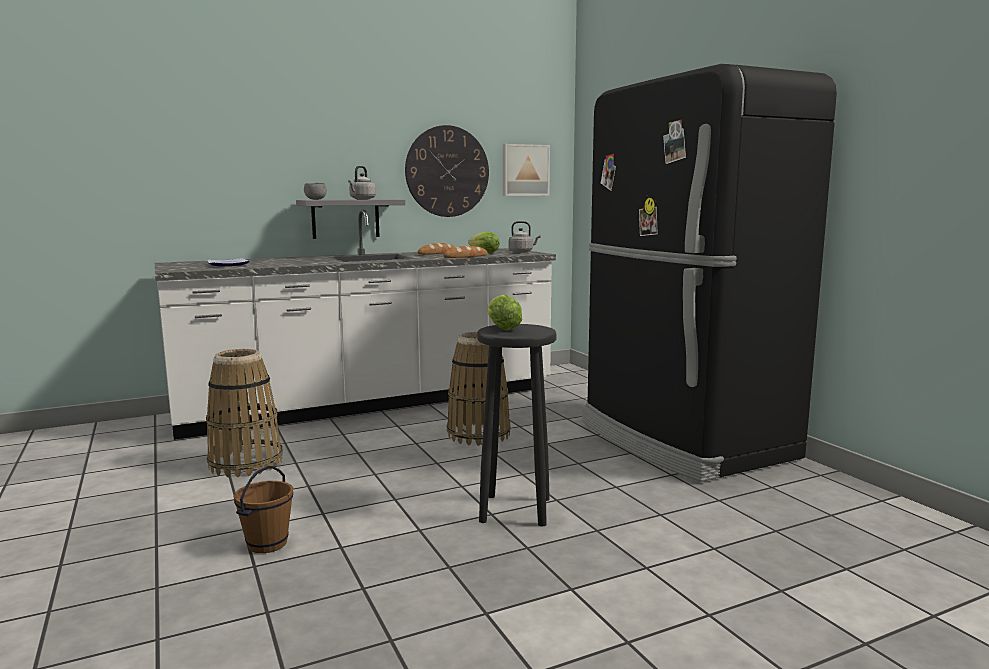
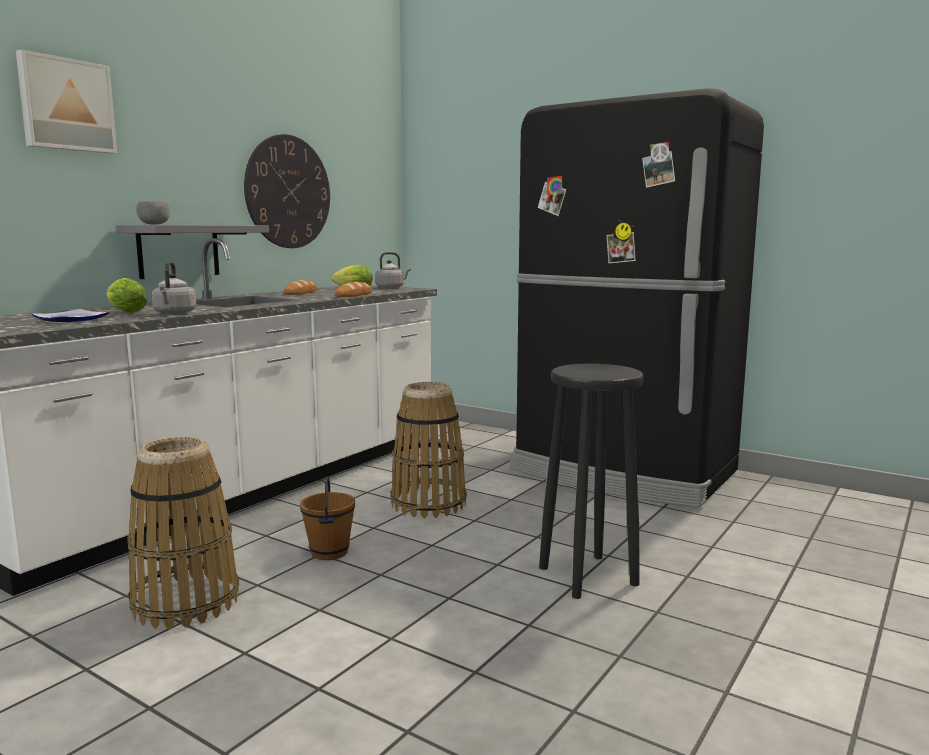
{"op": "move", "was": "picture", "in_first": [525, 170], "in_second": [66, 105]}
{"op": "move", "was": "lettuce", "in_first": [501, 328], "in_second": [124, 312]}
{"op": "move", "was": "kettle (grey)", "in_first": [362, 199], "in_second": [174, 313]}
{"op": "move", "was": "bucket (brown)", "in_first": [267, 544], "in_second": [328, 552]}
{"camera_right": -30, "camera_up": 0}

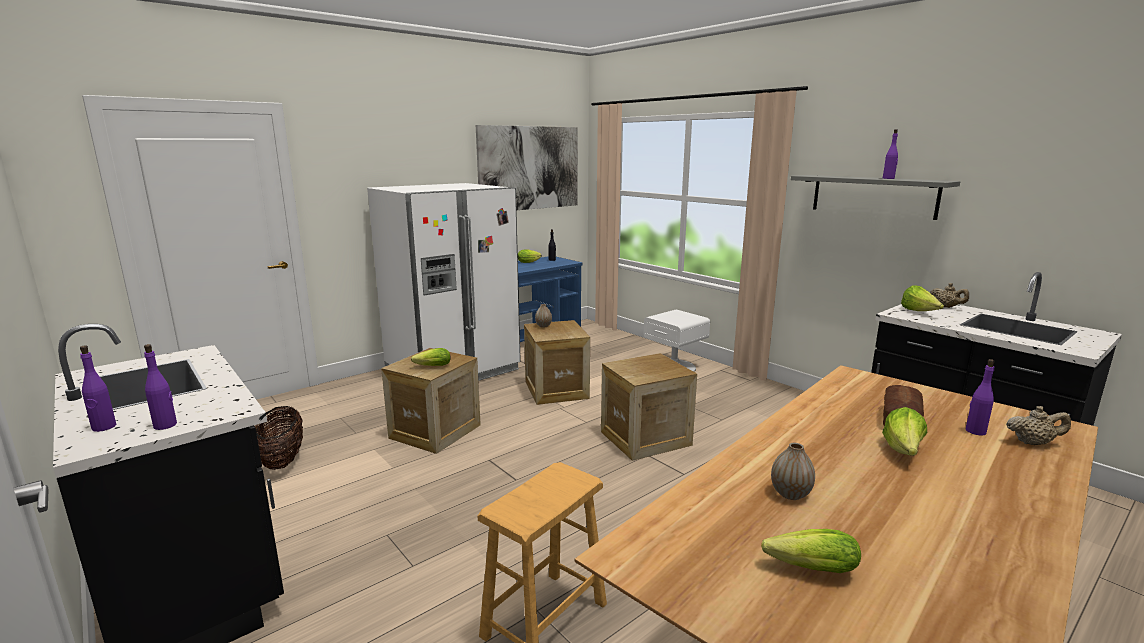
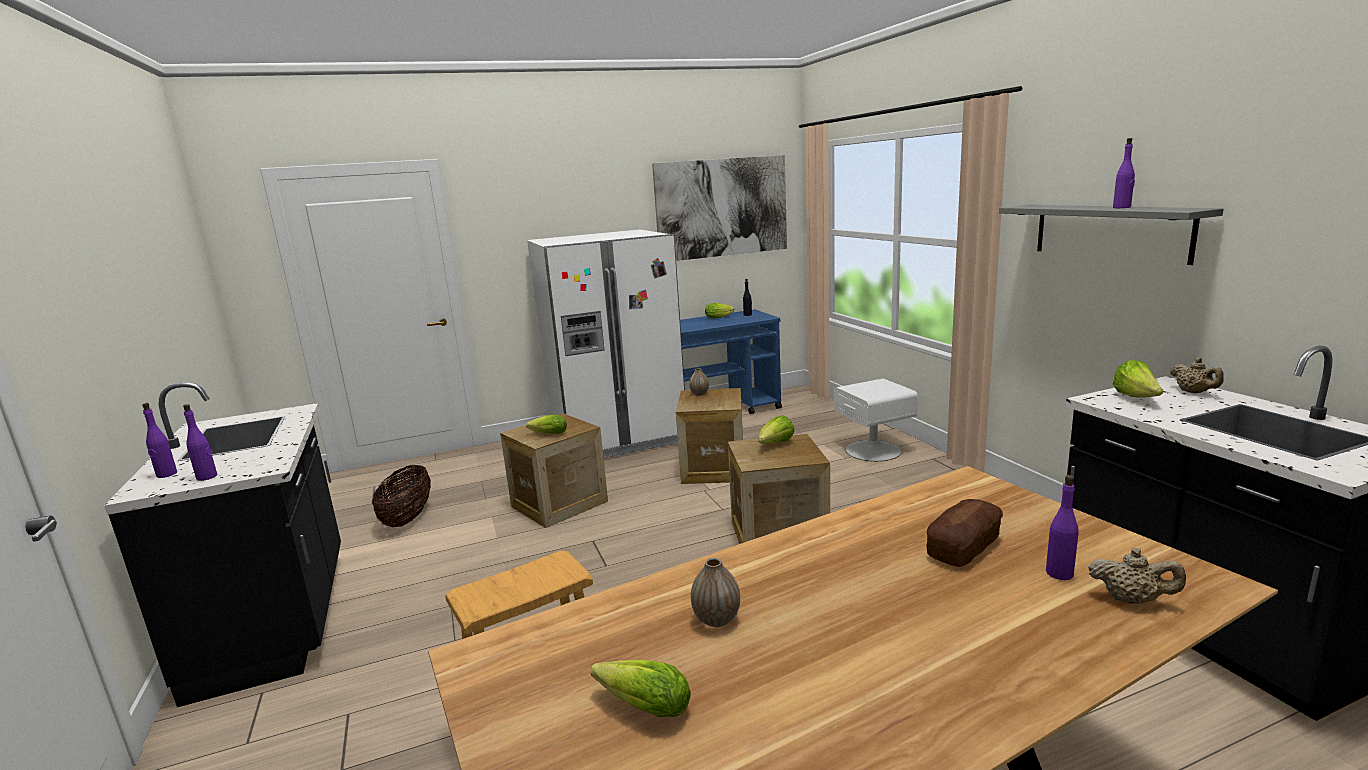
{"op": "move", "was": "lettuce", "in_first": [902, 451], "in_second": [775, 444]}
{"camera_right": 20, "camera_up": 0}

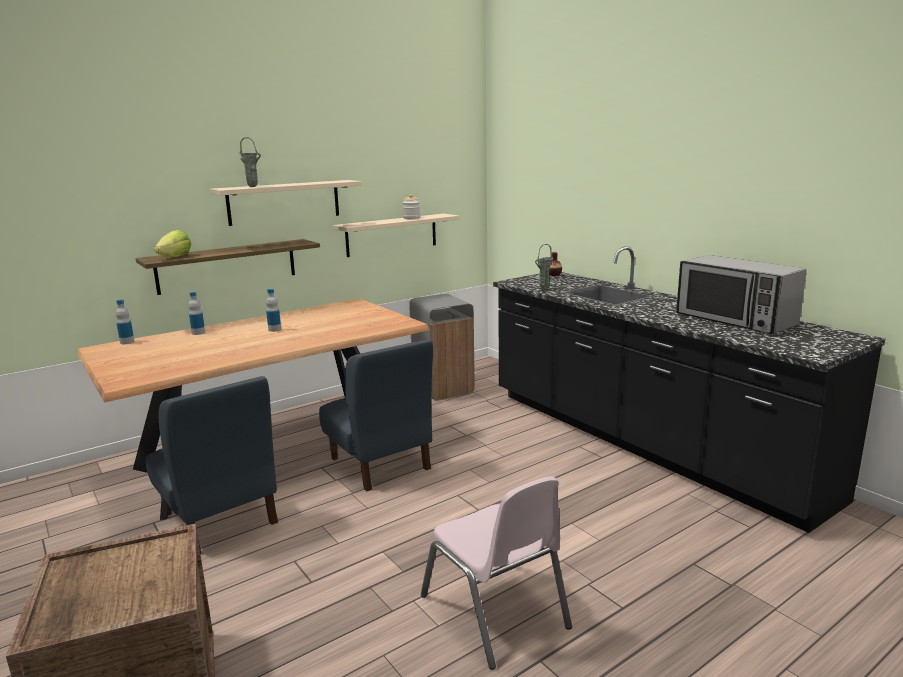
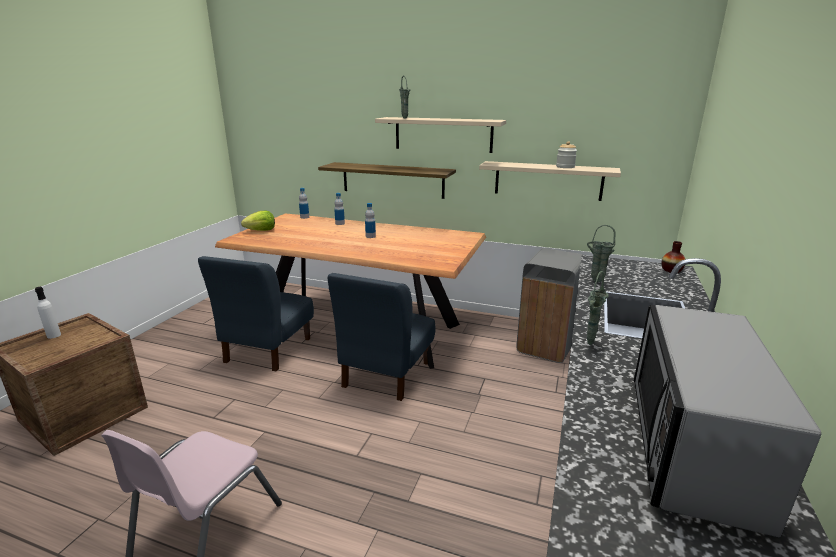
{"op": "insert", "now": "bottle (white)", "in_second": [54, 335]}
{"op": "move", "was": "lettuce", "in_first": [175, 257], "in_second": [261, 231]}
{"op": "insert", "now": "vase (green)", "in_second": [590, 344]}
{"camera_right": 55, "camera_up": 5}

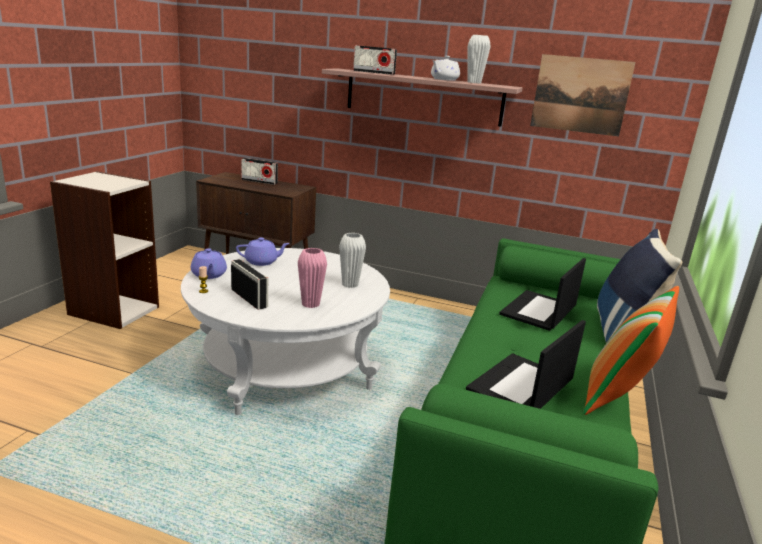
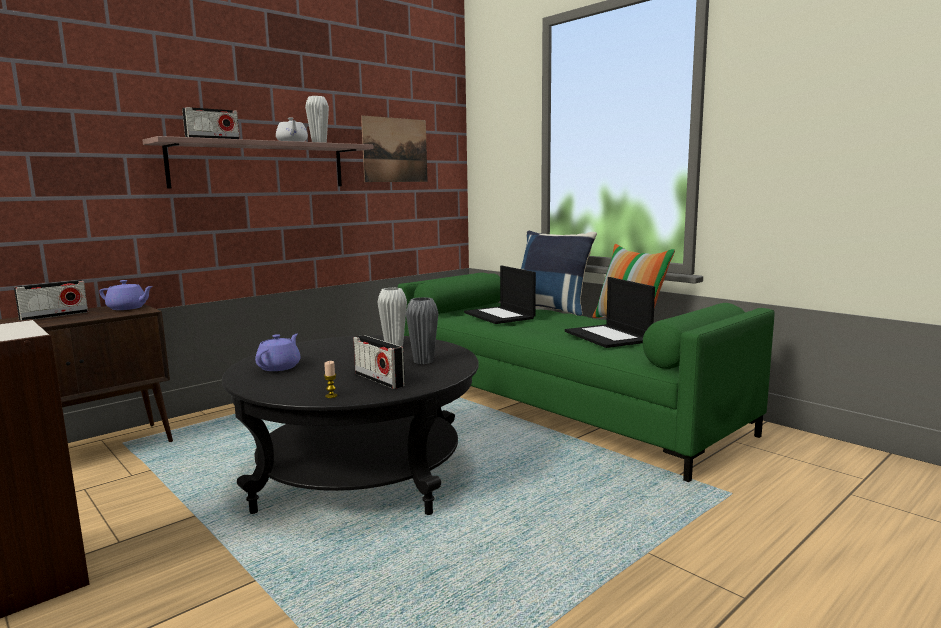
{"op": "move", "was": "teapot (purple)", "in_first": [209, 275], "in_second": [128, 308]}
{"op": "recolor", "was": "coffee table (white)", "now": "coffee table (black)", "in_first": [286, 367], "in_second": [361, 473]}
{"op": "rotate", "was": "radio", "in_first": [249, 298], "in_second": [379, 380], "clockwise": -120}
{"op": "recolor", "was": "vase (pink)", "now": "vase (grey)", "in_first": [310, 304], "in_second": [423, 361]}
{"camera_right": -60, "camera_up": -10}

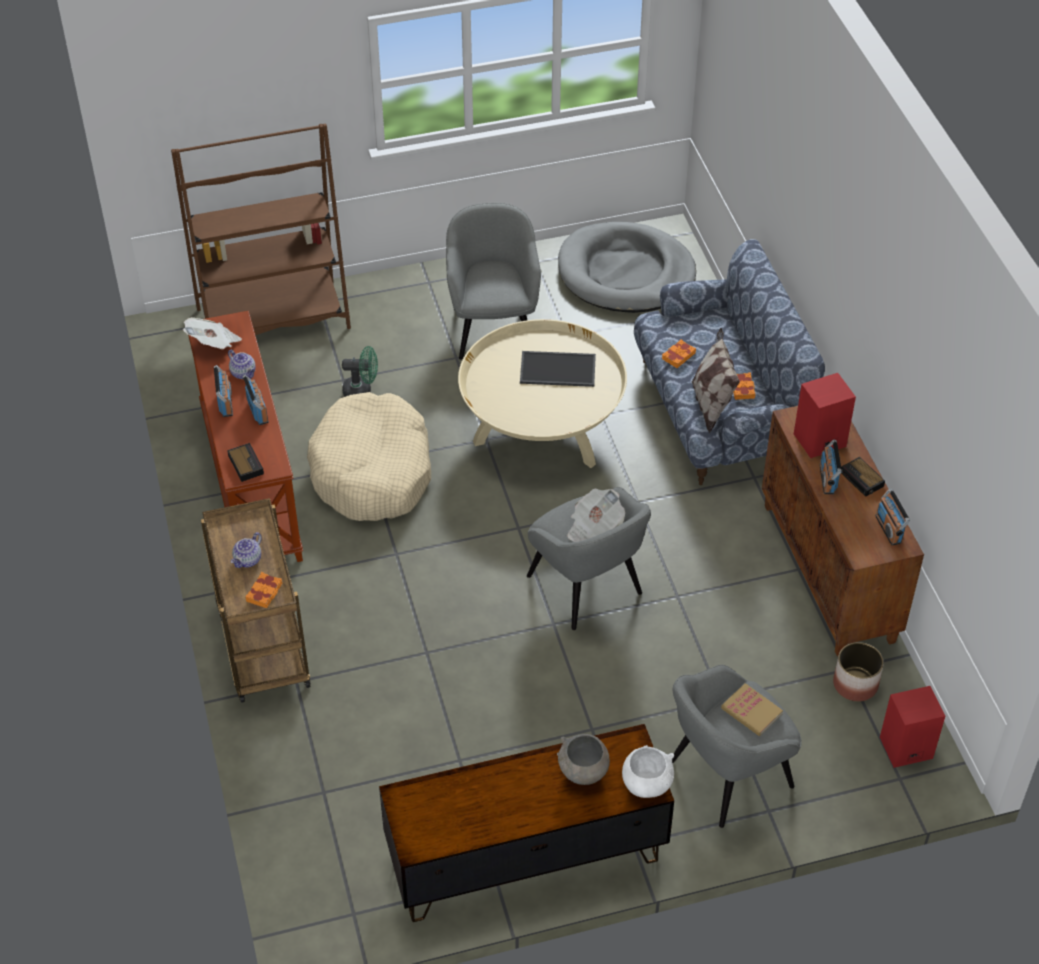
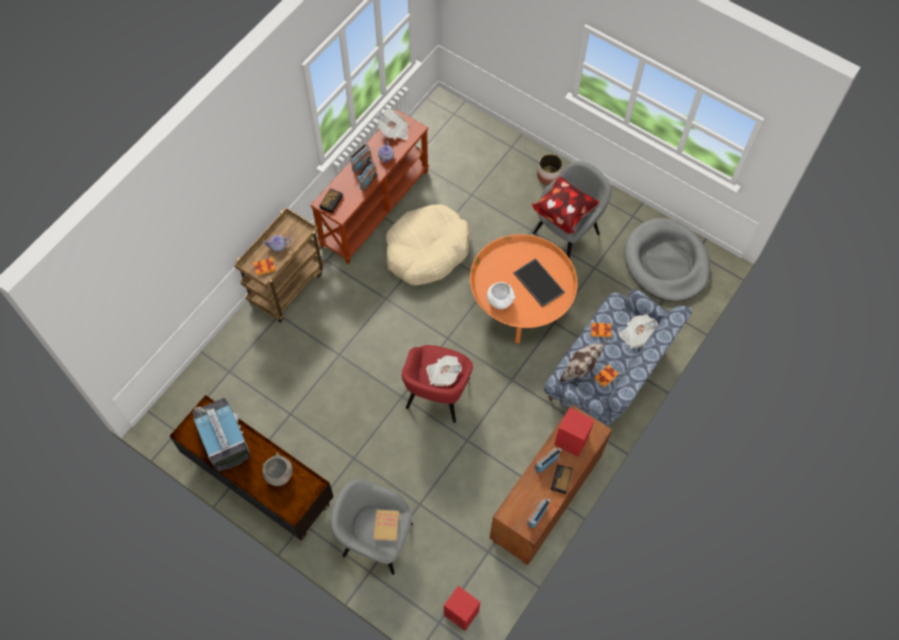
{"op": "insert", "now": "television", "in_second": [224, 438]}
{"op": "recolor", "was": "armchair (grey)", "now": "armchair (red)", "in_first": [586, 586], "in_second": [437, 394]}
{"op": "recolor", "was": "coffee table (beige)", "now": "coffee table (orange)", "in_first": [542, 429], "in_second": [520, 303]}
{"op": "move", "was": "bowl (white)", "in_first": [646, 785], "in_second": [500, 301]}
{"op": "insert", "now": "pillow", "in_second": [563, 212]}
{"op": "move", "was": "planter", "in_first": [855, 684], "in_second": [549, 175]}
{"op": "insert", "now": "newspaper", "in_second": [636, 335]}
{"op": "delete", "was": "bookcase (brown)", "in_first": [273, 319]}
{"op": "delete", "was": "fan (green)", "in_first": [362, 390]}
{"camera_right": 50, "camera_up": 15}

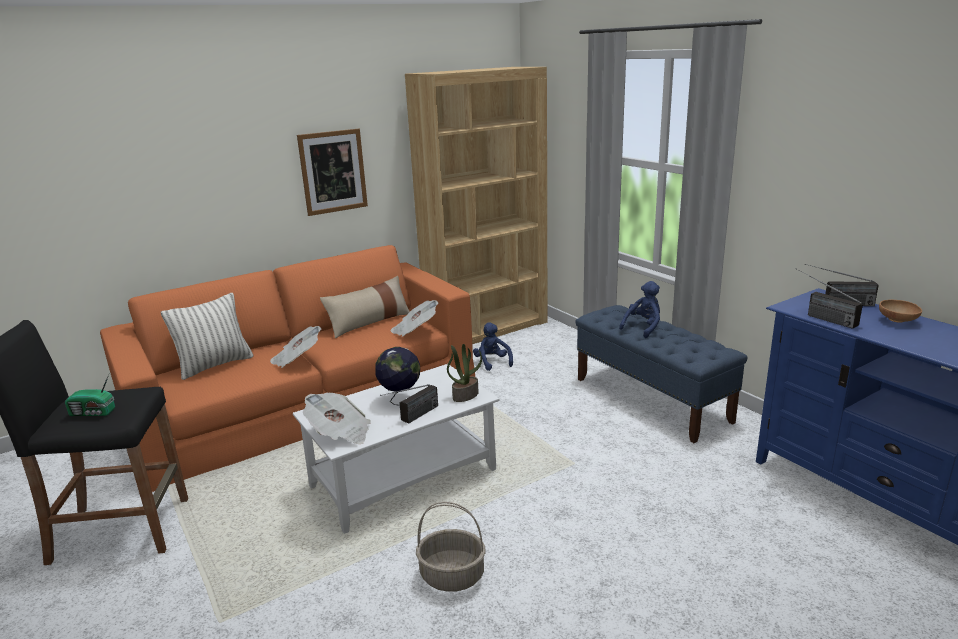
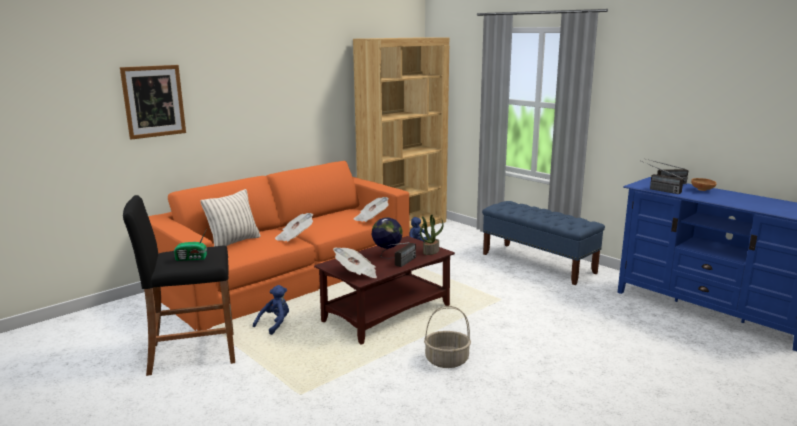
{"op": "move", "was": "picture", "in_first": [333, 171], "in_second": [153, 101]}
{"op": "move", "was": "plush toy (blue)", "in_first": [643, 327], "in_second": [275, 324]}
{"op": "recolor", "was": "coffee table (white)", "now": "coffee table (brown)", "in_first": [404, 477], "in_second": [387, 312]}
{"op": "delete", "was": "pillow (beige)", "in_first": [369, 323]}
{"camera_right": -10, "camera_up": -5}

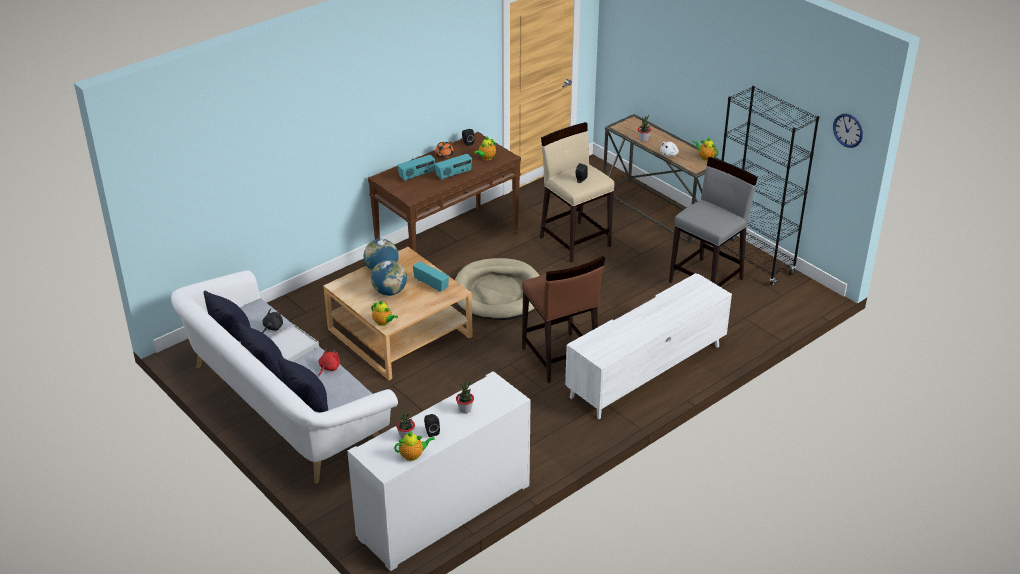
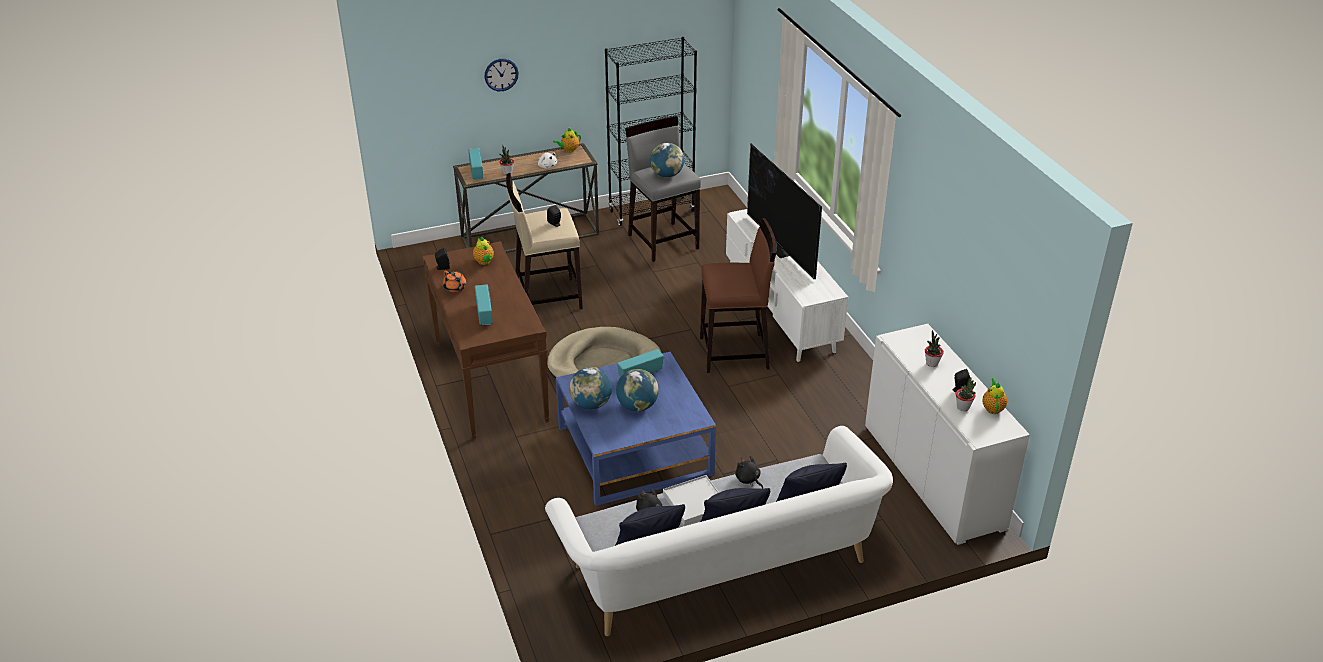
{"op": "move", "was": "radio", "in_first": [454, 175], "in_second": [477, 172]}
{"op": "move", "was": "wall clock", "in_first": [848, 130], "in_second": [501, 74]}
{"op": "recolor", "was": "coffee table (beige)", "now": "coffee table (blue)", "in_first": [399, 333], "in_second": [634, 450]}
{"op": "insert", "now": "globe", "in_second": [667, 175]}
{"op": "recolor", "was": "plush toy (red)", "now": "plush toy (black)", "in_first": [328, 368], "in_second": [748, 480]}
{"op": "insert", "now": "television", "in_second": [780, 247]}
{"op": "delete", "was": "teapot", "in_first": [383, 322]}
{"camera_right": -70, "camera_up": 0}

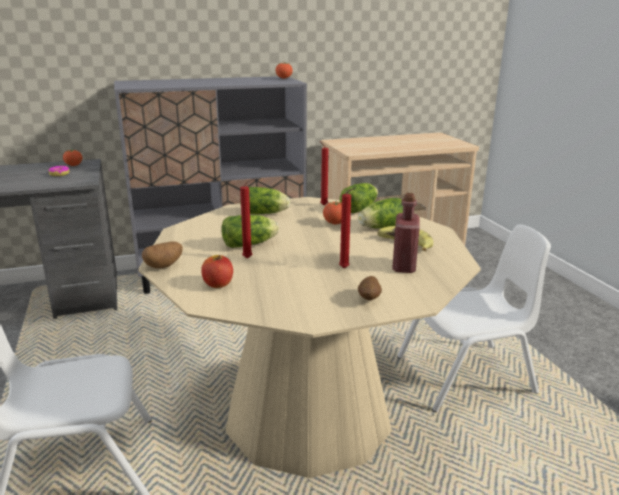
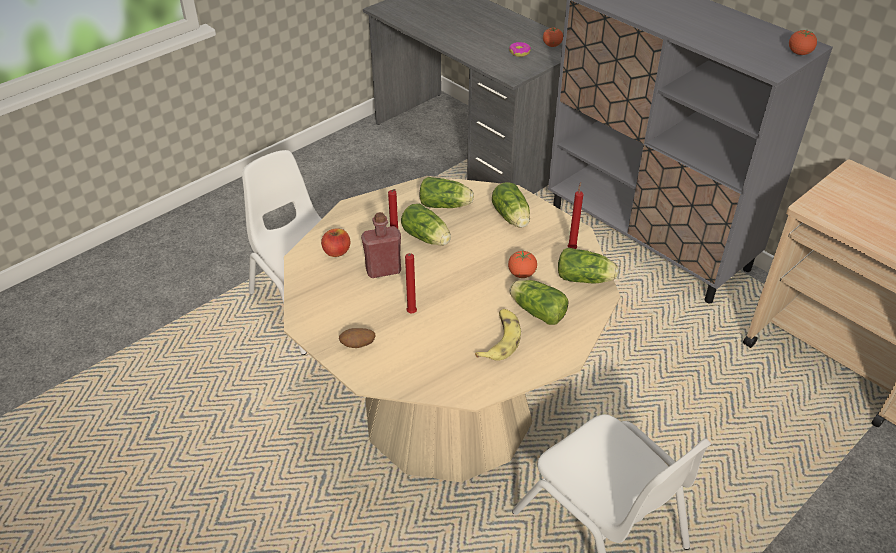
{"op": "move", "was": "bottle (red)", "in_first": [404, 266], "in_second": [383, 270]}
{"op": "insert", "now": "lettuce", "in_second": [446, 205]}
{"op": "delete", "was": "potato", "in_first": [164, 266]}
{"camera_right": 65, "camera_up": 20}

